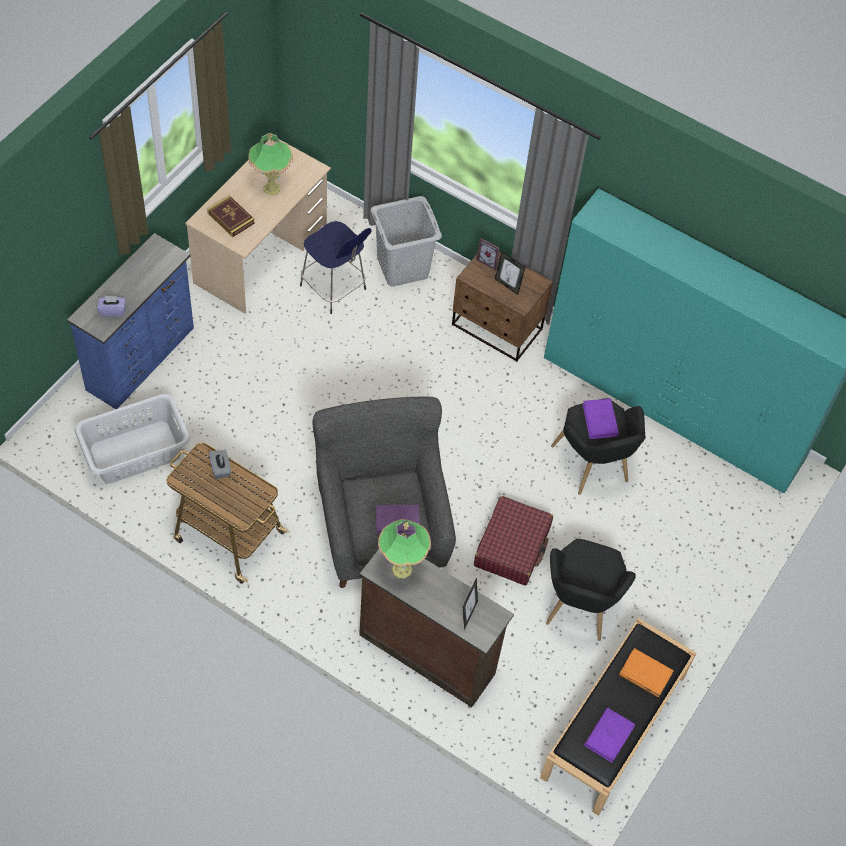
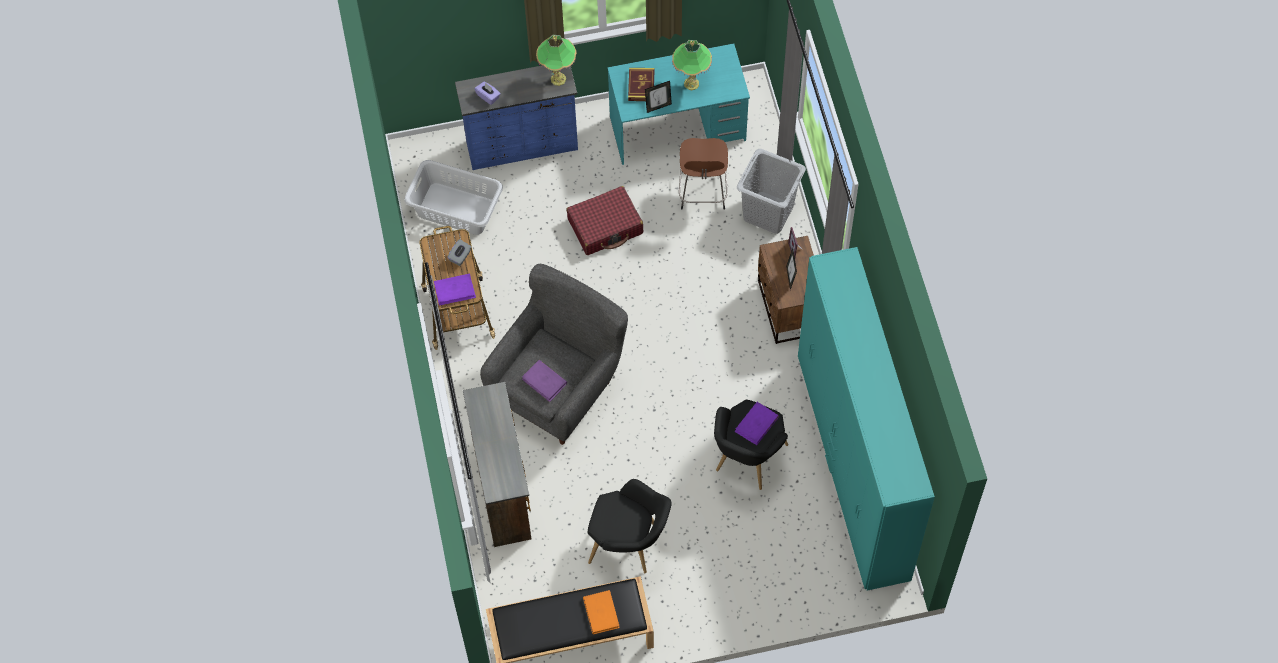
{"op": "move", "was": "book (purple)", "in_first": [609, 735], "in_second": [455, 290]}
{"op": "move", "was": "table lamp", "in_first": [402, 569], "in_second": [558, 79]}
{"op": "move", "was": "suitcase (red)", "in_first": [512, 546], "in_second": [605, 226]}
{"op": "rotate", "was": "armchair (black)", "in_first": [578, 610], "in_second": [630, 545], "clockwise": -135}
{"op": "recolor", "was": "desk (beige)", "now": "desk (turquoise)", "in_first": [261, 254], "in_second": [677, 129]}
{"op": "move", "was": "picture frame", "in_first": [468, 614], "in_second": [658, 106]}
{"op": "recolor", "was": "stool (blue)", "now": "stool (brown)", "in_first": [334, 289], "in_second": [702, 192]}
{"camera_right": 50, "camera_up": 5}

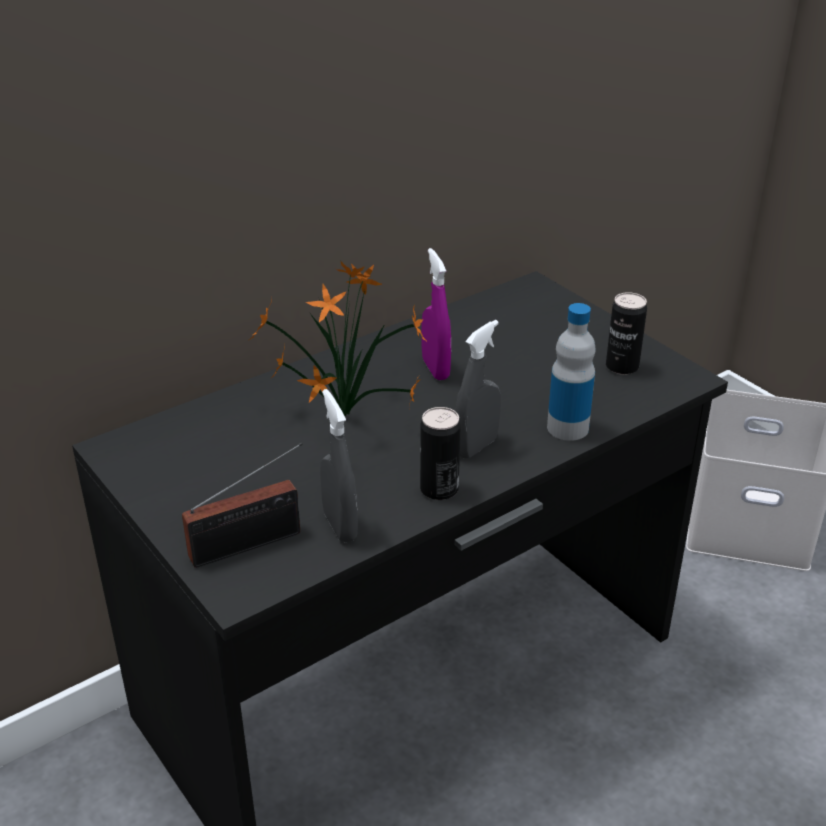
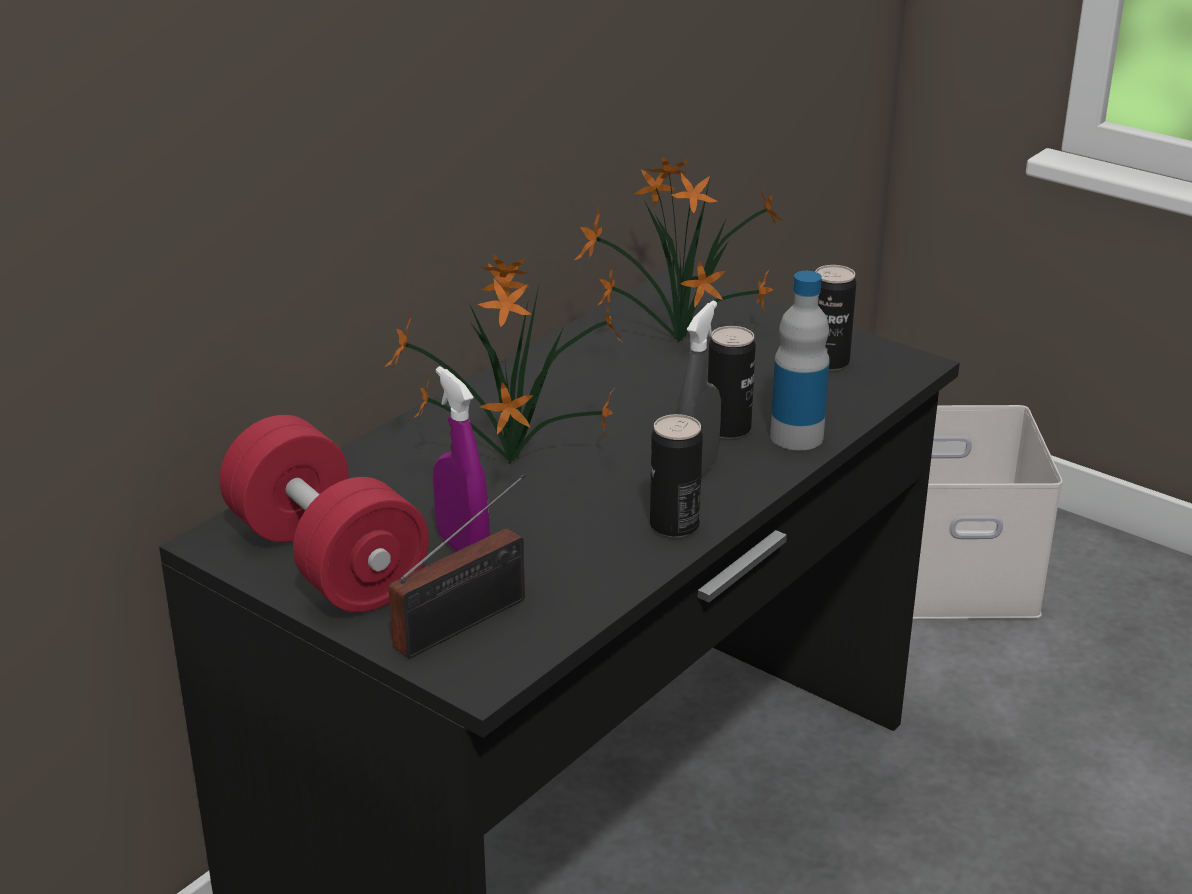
{"op": "insert", "now": "dumbbell (red)", "in_second": [326, 560]}
{"op": "move", "was": "spray bottle (purple)", "in_first": [435, 369], "in_second": [463, 547]}
{"op": "insert", "now": "potted plant", "in_second": [673, 342]}
{"op": "insert", "now": "can", "in_second": [728, 429]}
{"op": "delete", "was": "spray bottle (grey)", "in_first": [340, 526]}
{"camera_right": -15, "camera_up": -5}

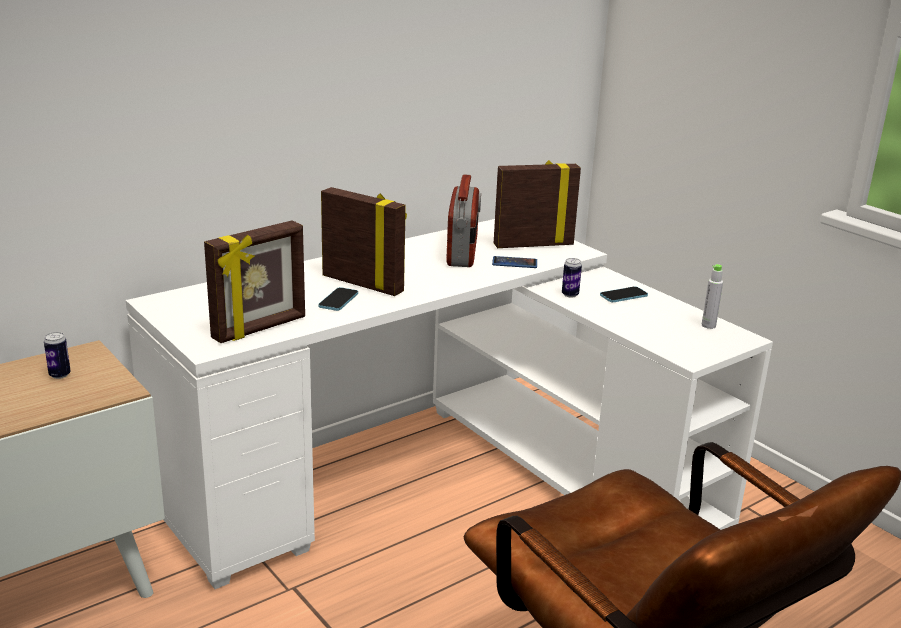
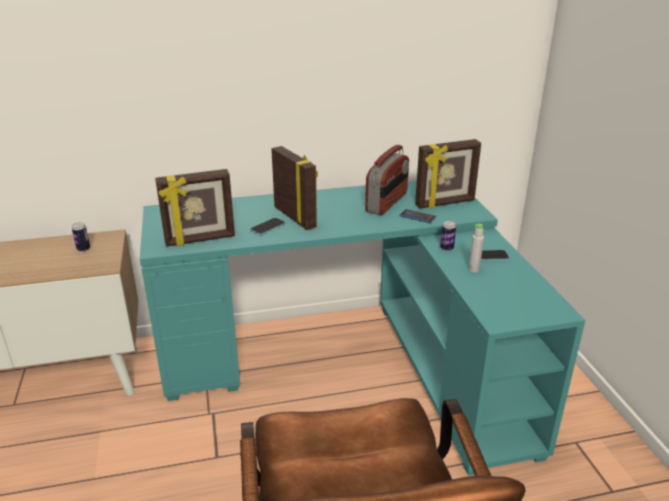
{"op": "recolor", "was": "desk (white)", "now": "desk (turquoise)", "in_first": [445, 480], "in_second": [357, 362]}
{"op": "rotate", "was": "picture frame", "in_first": [533, 244], "in_second": [445, 203], "clockwise": 150}
{"op": "move", "was": "bottle (grey)", "in_first": [708, 325], "in_second": [474, 269]}
{"camera_right": 25, "camera_up": 5}

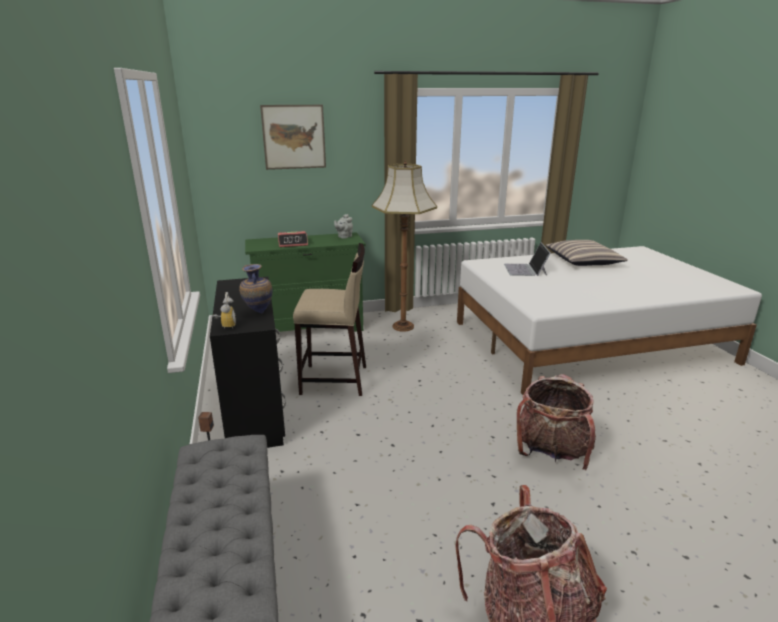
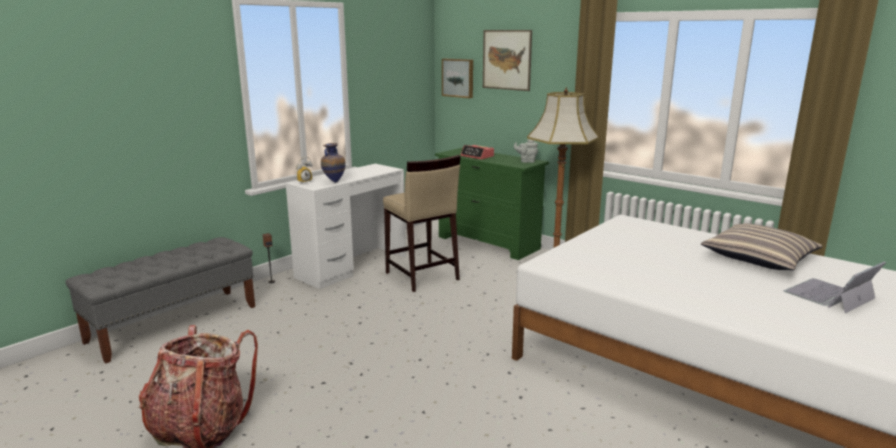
{"op": "recolor", "was": "desk (black)", "now": "desk (white)", "in_first": [254, 408], "in_second": [352, 266]}
{"op": "insert", "now": "picture", "in_second": [458, 78]}
{"op": "move", "was": "laptop", "in_first": [525, 269], "in_second": [829, 295]}
{"op": "delete", "was": "backpack", "in_first": [552, 452]}
{"camera_right": 55, "camera_up": -5}

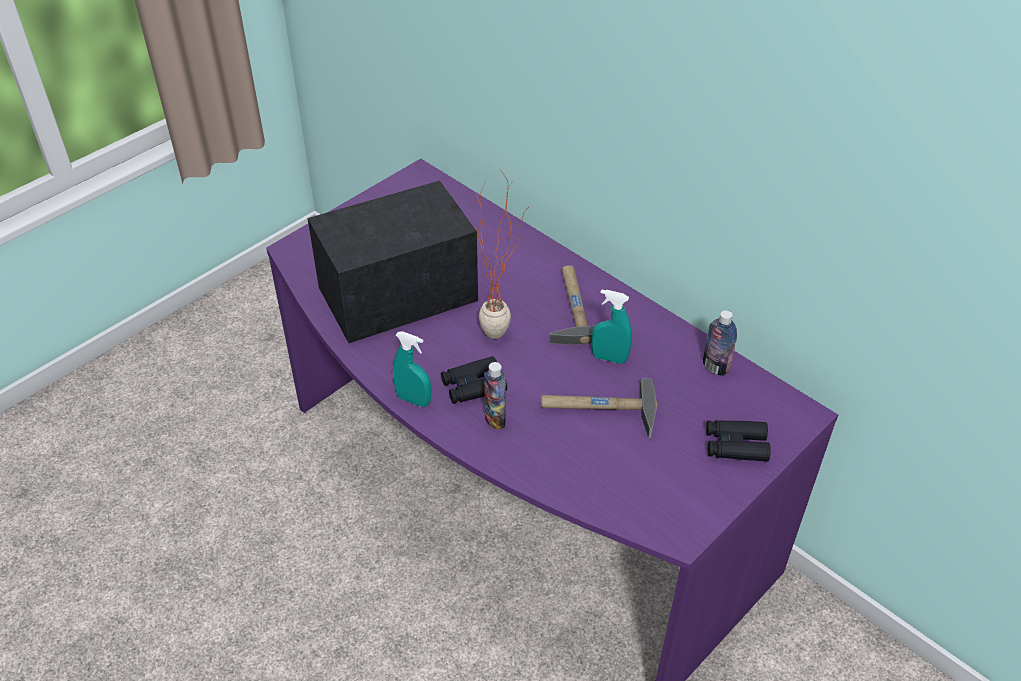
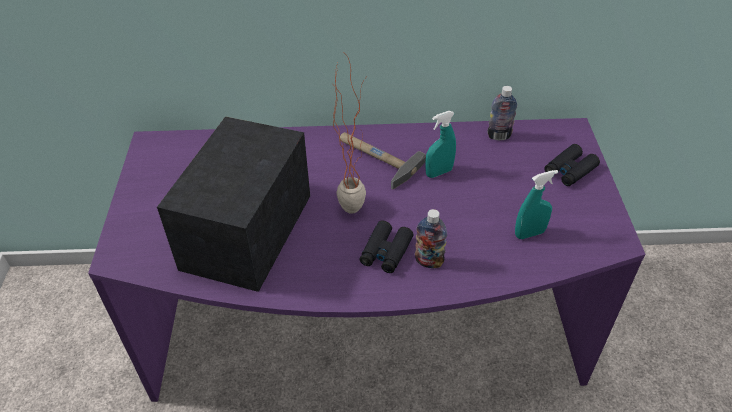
{"op": "move", "was": "spray bottle (turquoise)", "in_first": [413, 400], "in_second": [529, 233]}
{"op": "delete", "was": "hammer", "in_first": [598, 410]}
{"camera_right": -45, "camera_up": 0}

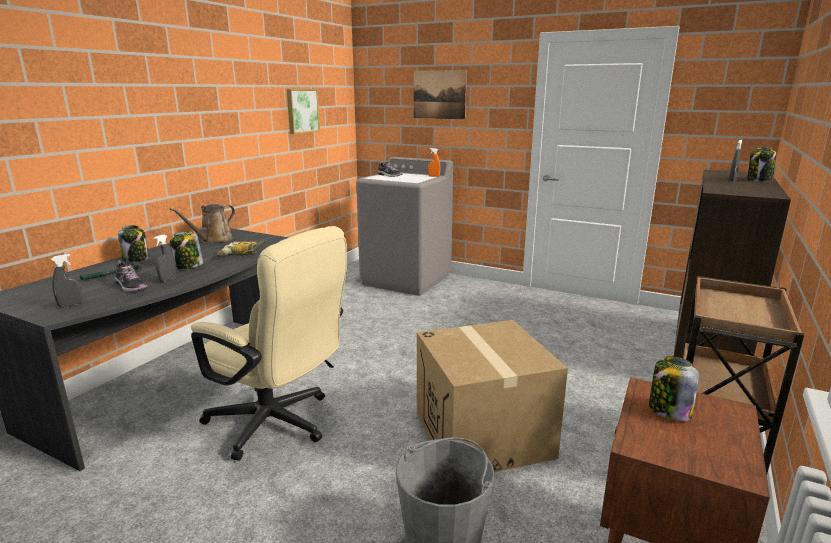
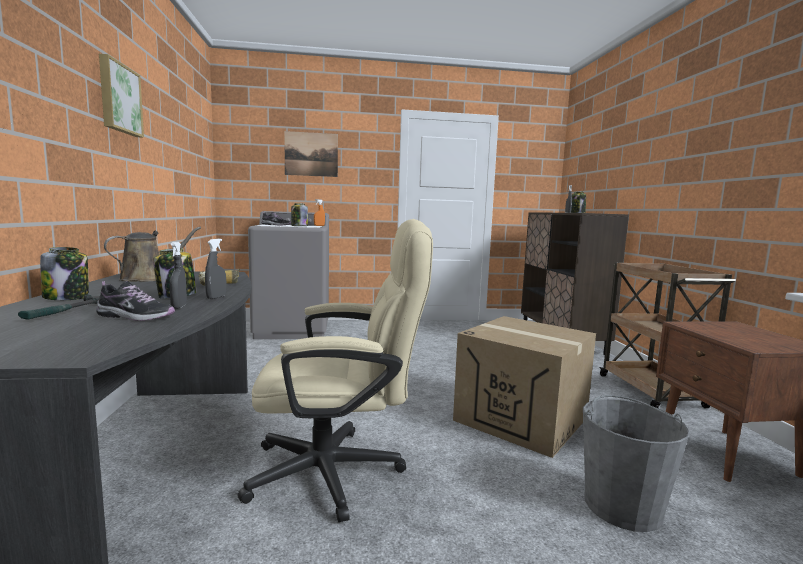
{"op": "move", "was": "picture", "in_first": [302, 111], "in_second": [119, 98]}
{"op": "rotate", "was": "watering can (brown)", "in_first": [214, 240], "in_second": [148, 278], "clockwise": -135}
{"op": "move", "was": "spray bottle (grey)", "in_first": [71, 305], "in_second": [216, 297]}
{"op": "move", "was": "jar", "in_first": [668, 411], "in_second": [299, 226]}
{"camera_right": -35, "camera_up": -10}

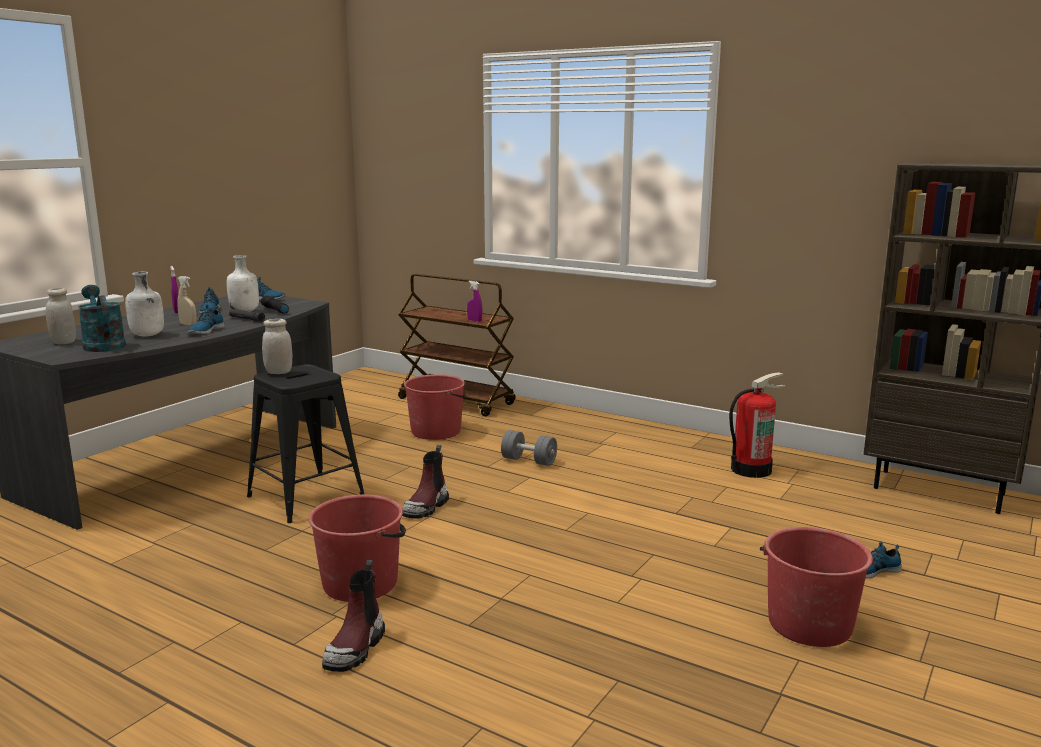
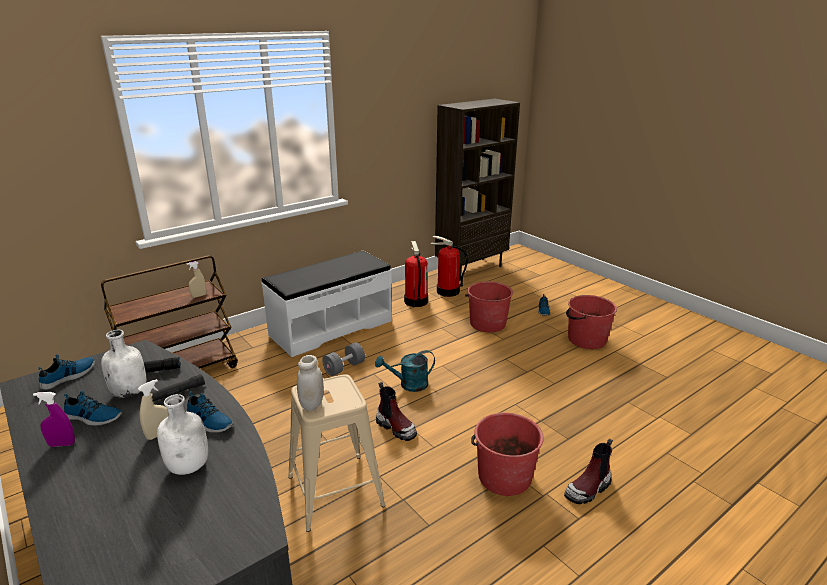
{"op": "recolor", "was": "spray bottle (purple)", "now": "spray bottle (beige)", "in_first": [474, 321], "in_second": [199, 296]}
{"op": "insert", "now": "bench (white)", "in_second": [331, 328]}
{"op": "recolor", "was": "stool (black)", "now": "stool (beige)", "in_first": [306, 497], "in_second": [334, 491]}
{"op": "move", "was": "watering can (turquoise)", "in_first": [102, 345], "in_second": [408, 385]}
{"op": "insert", "now": "fire extinguisher", "in_second": [447, 291]}
{"op": "move", "was": "bucket (red)", "in_first": [436, 431], "in_second": [487, 323]}
{"op": "rotate", "was": "boot", "in_first": [355, 648], "in_second": [588, 489], "clockwise": 105}
{"op": "delete", "was": "jar (white)", "in_first": [64, 342]}
{"camera_right": -70, "camera_up": 10}

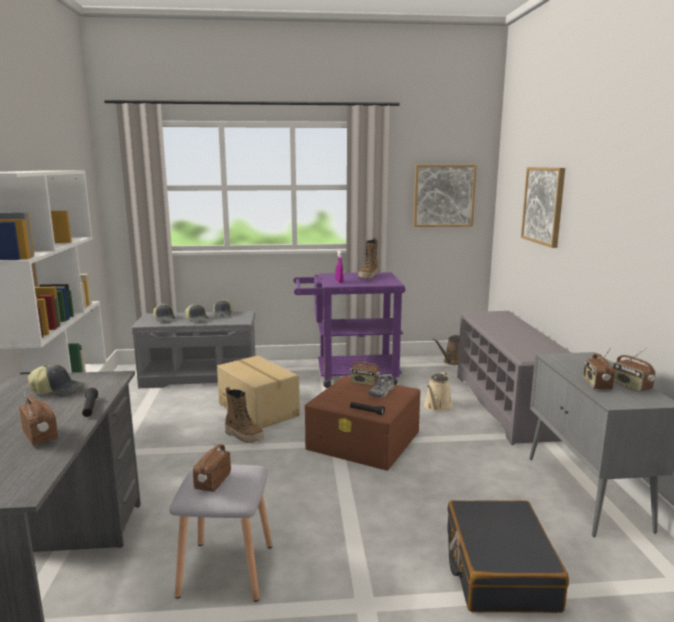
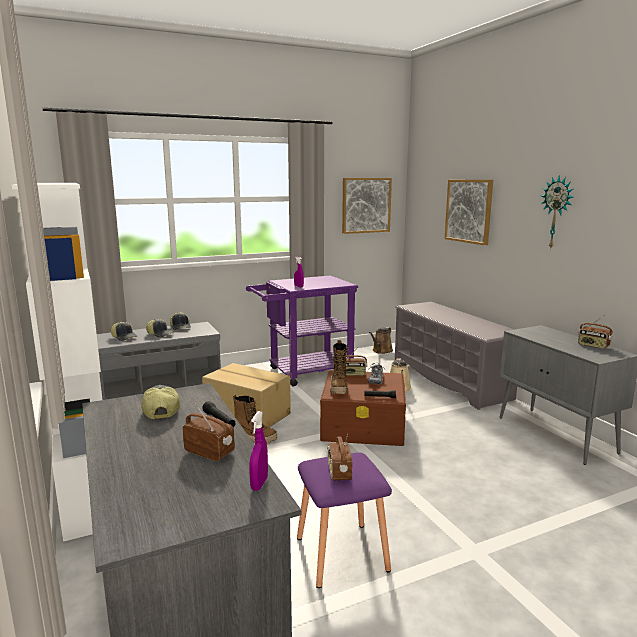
{"op": "rotate", "was": "cap", "in_first": [58, 390], "in_second": [160, 410], "clockwise": -90}
{"op": "insert", "now": "spray bottle (purple)", "in_second": [259, 484]}
{"op": "recolor", "was": "stool (grey)", "now": "stool (purple)", "in_first": [227, 571], "in_second": [343, 554]}
{"op": "move", "was": "boot", "in_first": [368, 277], "in_second": [339, 388]}
{"op": "insert", "now": "wall clock", "in_second": [557, 212]}
{"op": "delete", "was": "suitcase (black)", "in_first": [498, 569]}
{"op": "delete", "was": "radio", "in_first": [596, 384]}
{"camera_right": -20, "camera_up": 0}

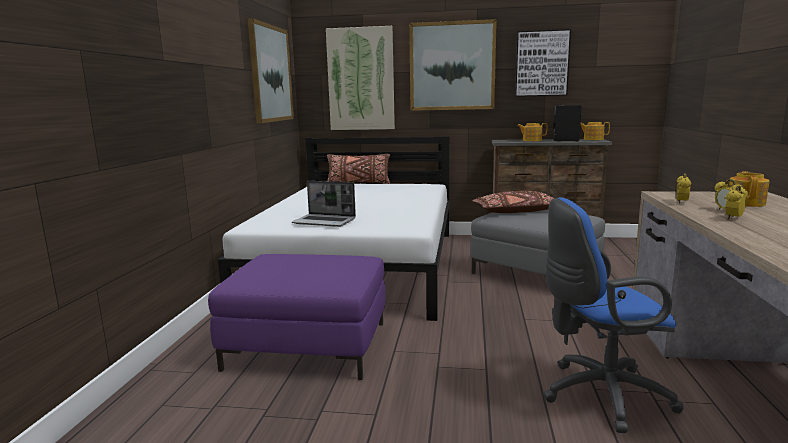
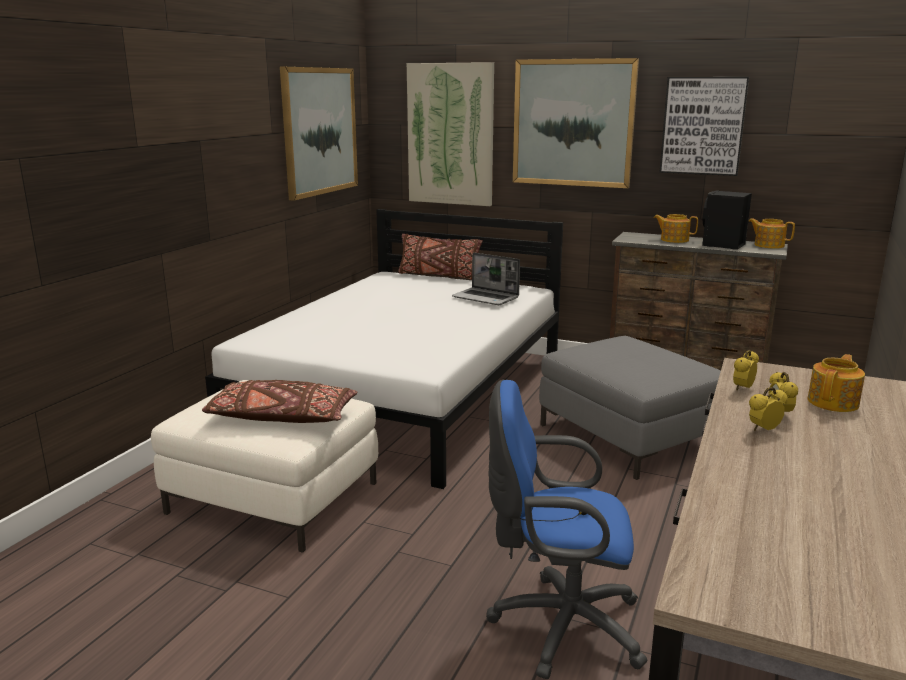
{"op": "recolor", "was": "ottoman (purple)", "now": "ottoman (white)", "in_first": [308, 345], "in_second": [274, 498]}
{"op": "move", "was": "pillow (brown)", "in_first": [515, 211], "in_second": [281, 417]}
{"op": "move", "was": "laptop", "in_first": [325, 221], "in_second": [486, 298]}
{"camera_right": 15, "camera_up": 5}

